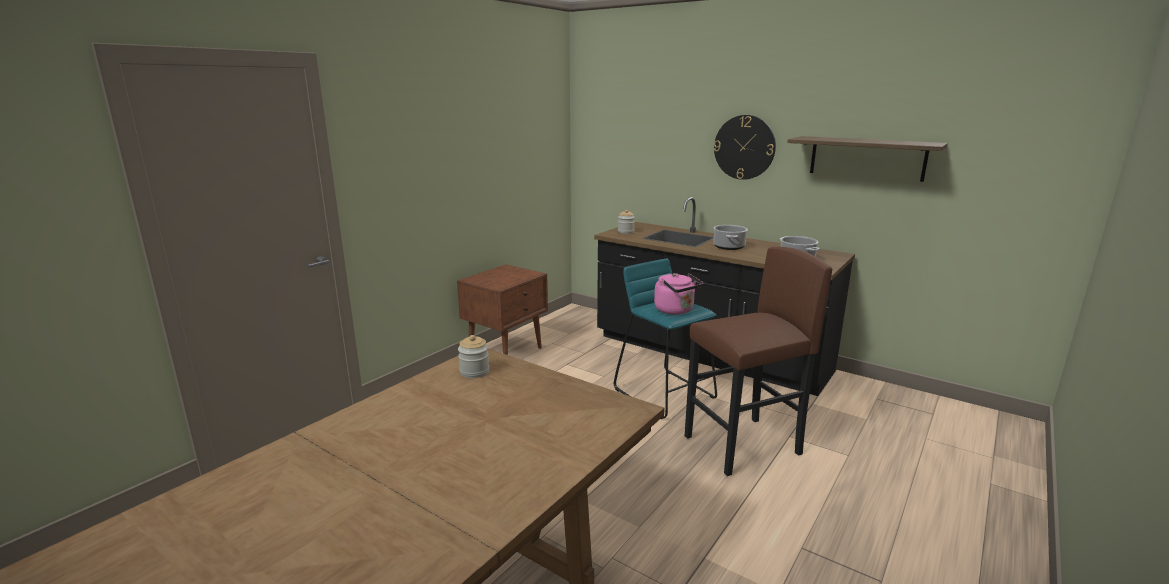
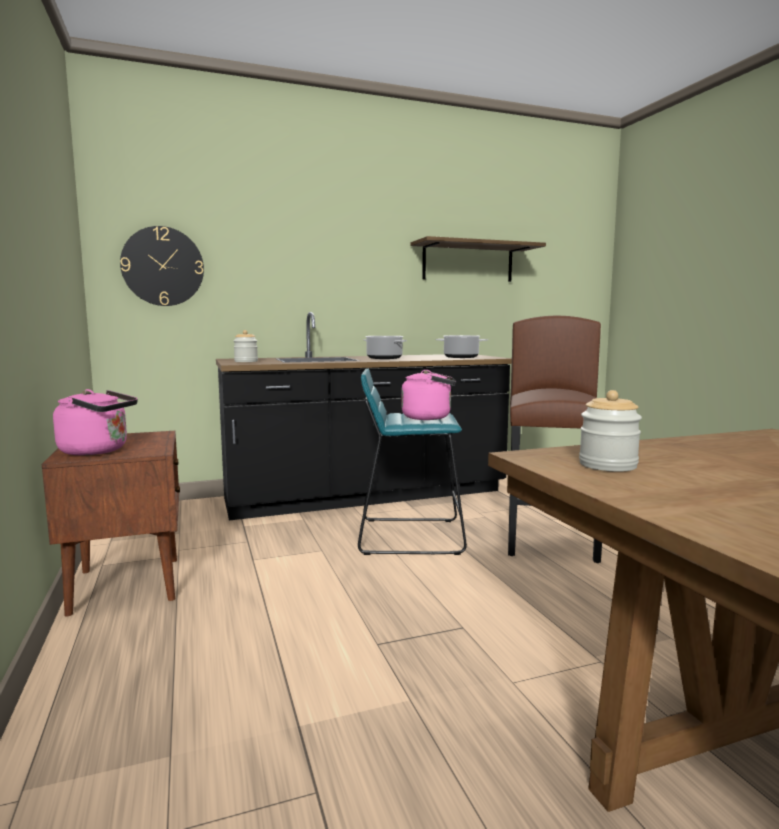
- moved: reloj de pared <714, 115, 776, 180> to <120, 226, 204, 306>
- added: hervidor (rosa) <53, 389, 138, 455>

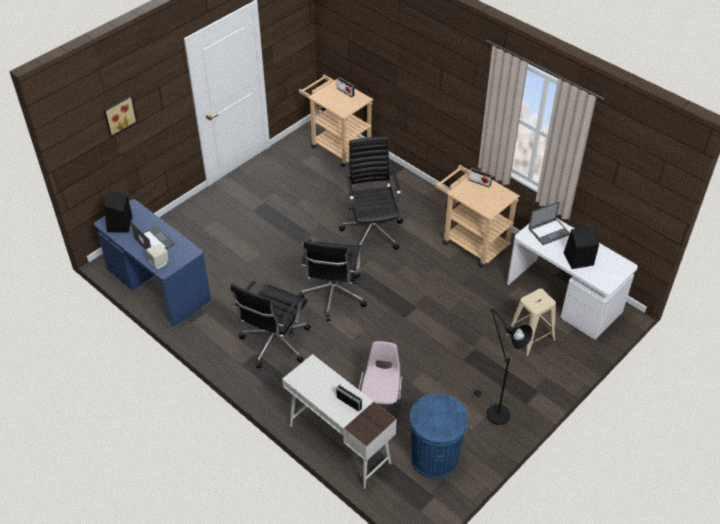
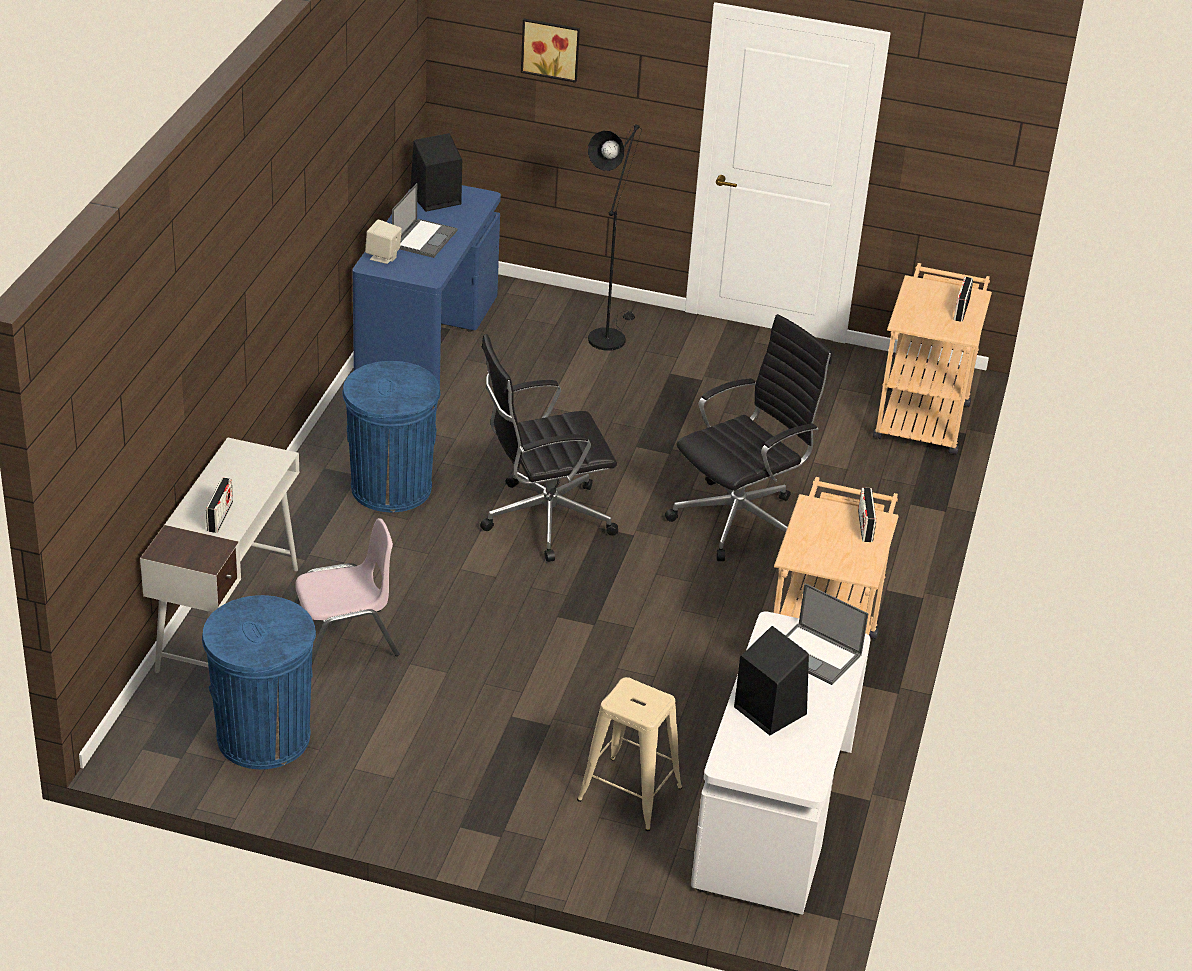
- replaced: silla de oficina (negro) <231, 281, 311, 369> to papelera (azul) <343, 361, 440, 512>
- moved: lámpara de pie (negro) <471, 308, 532, 425> to <588, 124, 642, 351>

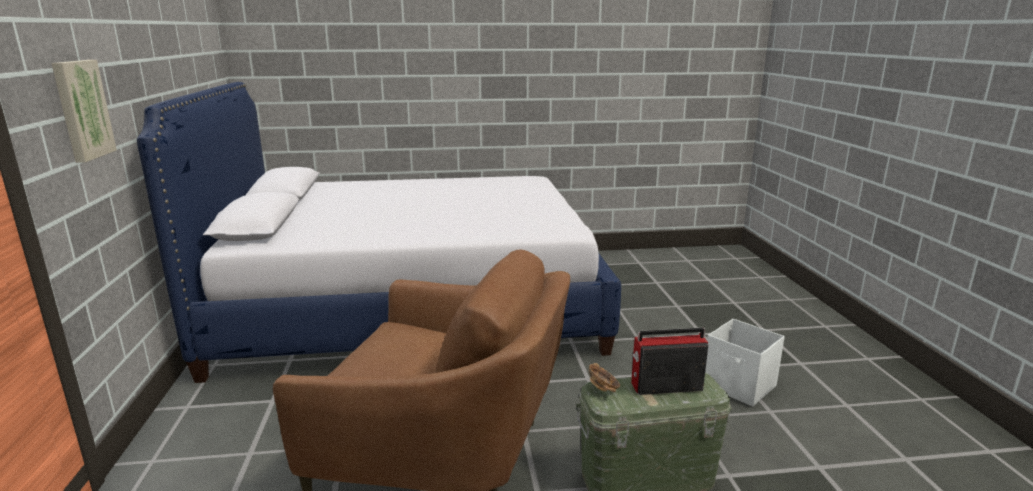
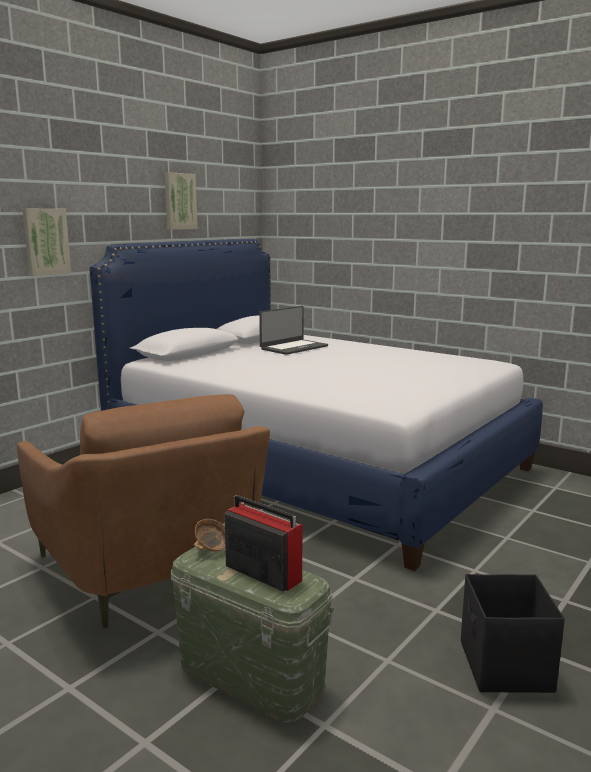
- recoloured: caja de almacenaje (blanco) <705, 319, 785, 407> to caja de almacenaje (negro) <461, 574, 565, 693>
- added: cuadro <164, 172, 197, 230>
- added: portátil <259, 306, 328, 355>

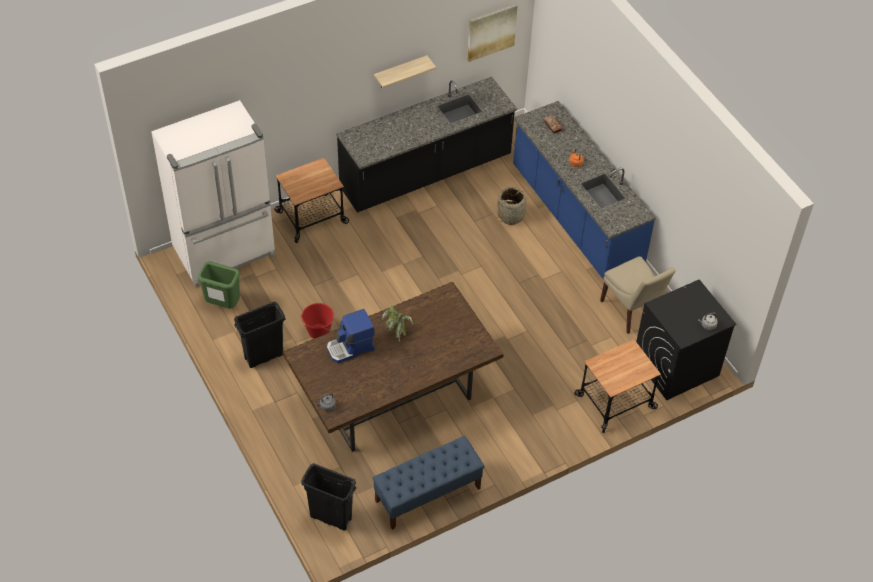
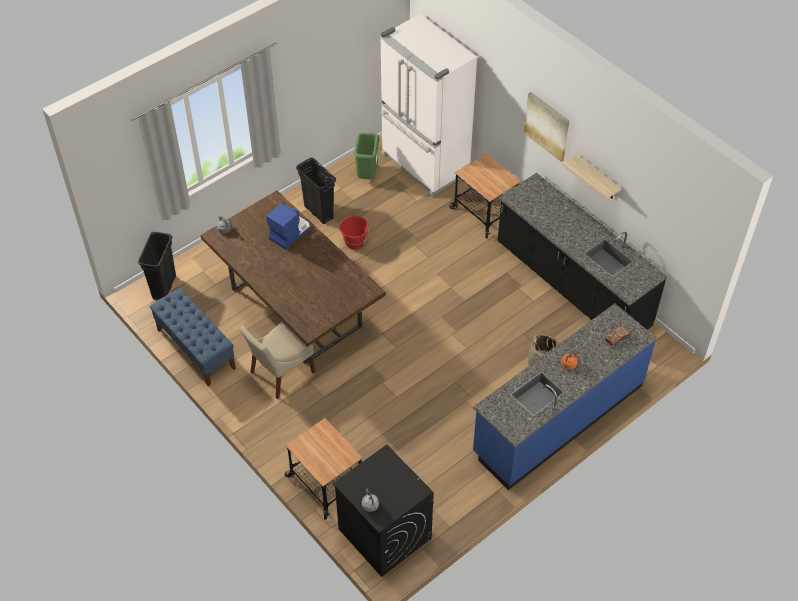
- moved: cuadro <467, 4, 518, 62> to <524, 92, 569, 162>
- moved: silla (beis) <600, 256, 676, 334> to <240, 321, 315, 399>
- removed: planta en maceta <382, 306, 413, 341>
- turned: cafetera <327, 309, 375, 363> = <266, 204, 310, 250> 75 degrees clockwise

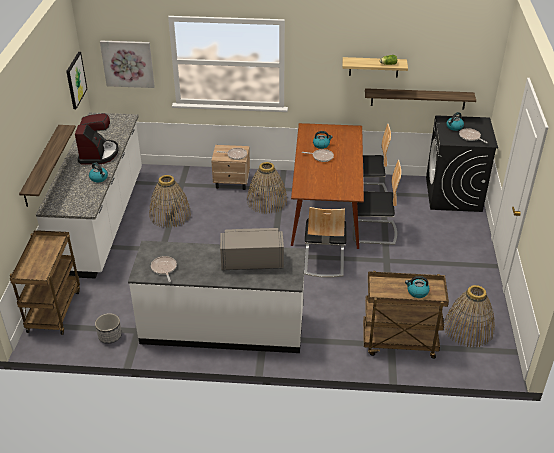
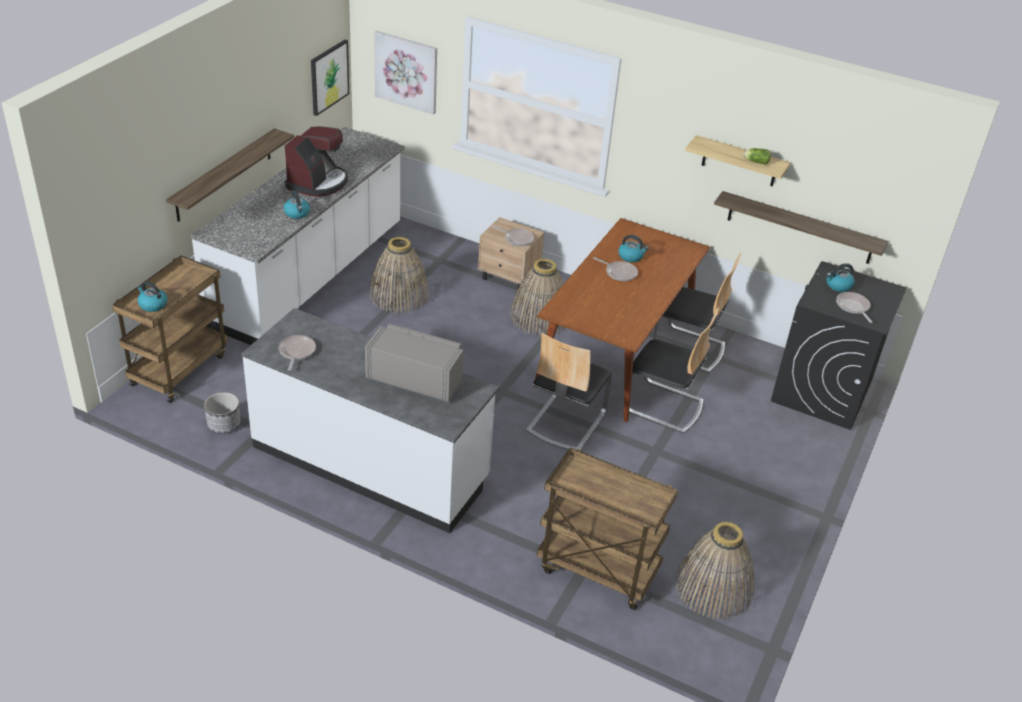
- moved: hervidor <405, 276, 430, 298> to <137, 281, 167, 312>

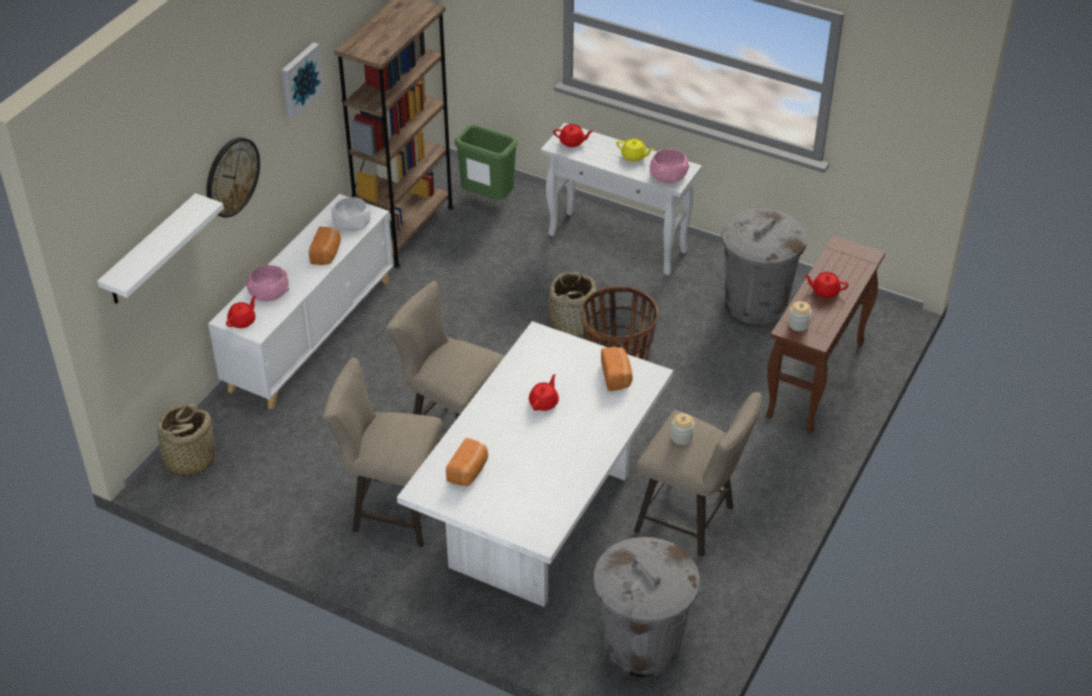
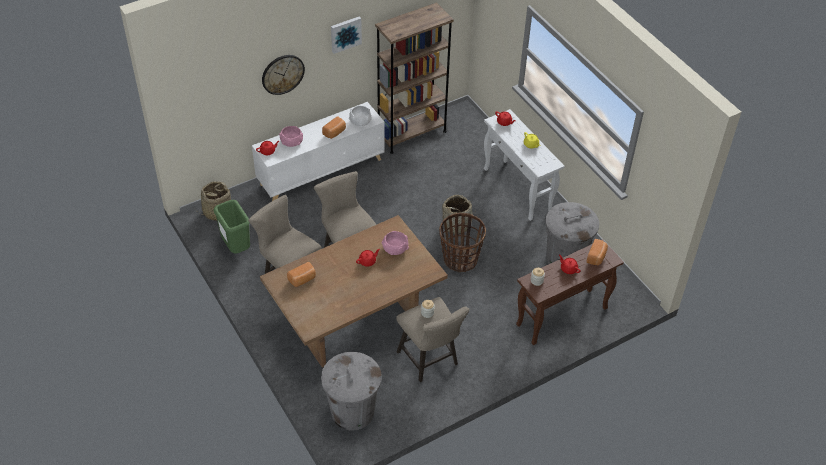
- moved: papelera (verde) <454, 124, 518, 200> to <213, 200, 250, 254>
- moved: cuenco (rosa) <649, 149, 689, 183> to <382, 231, 409, 255>
- removed: estante (blanco) <97, 193, 224, 304>
- recoloured: mesa de comedor (blanco) <397, 321, 673, 607> to mesa de comedor (marrón) <260, 215, 448, 368>
- moved: pan <601, 347, 633, 391> to <586, 239, 608, 265>

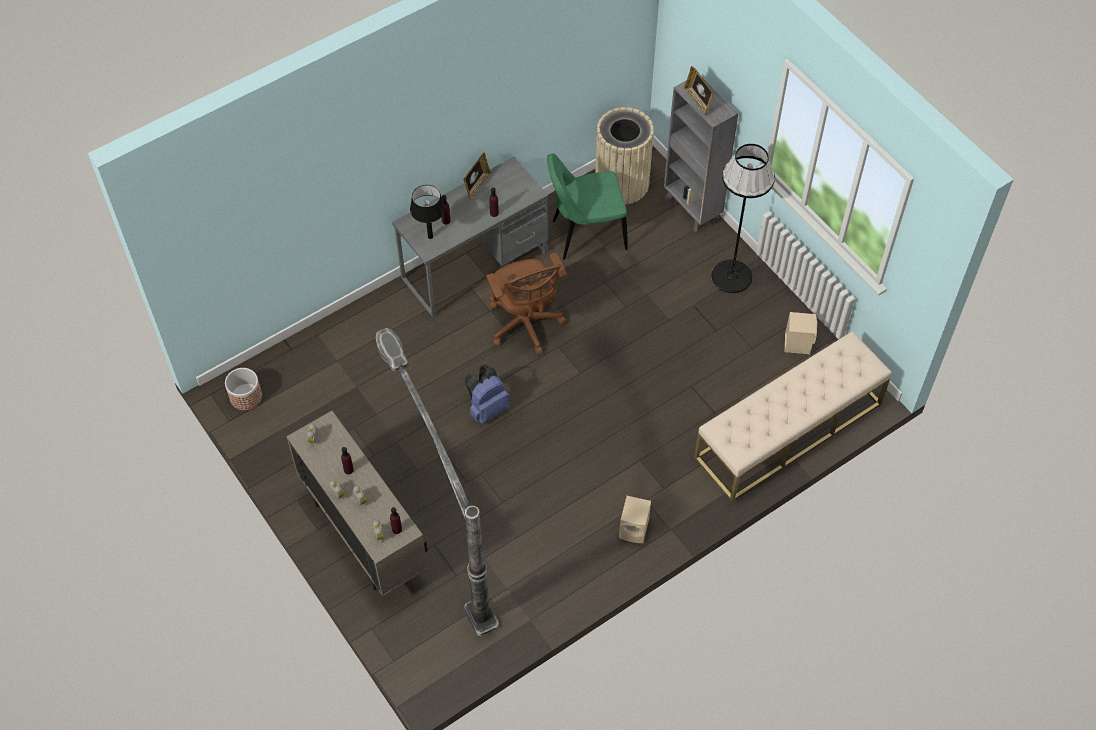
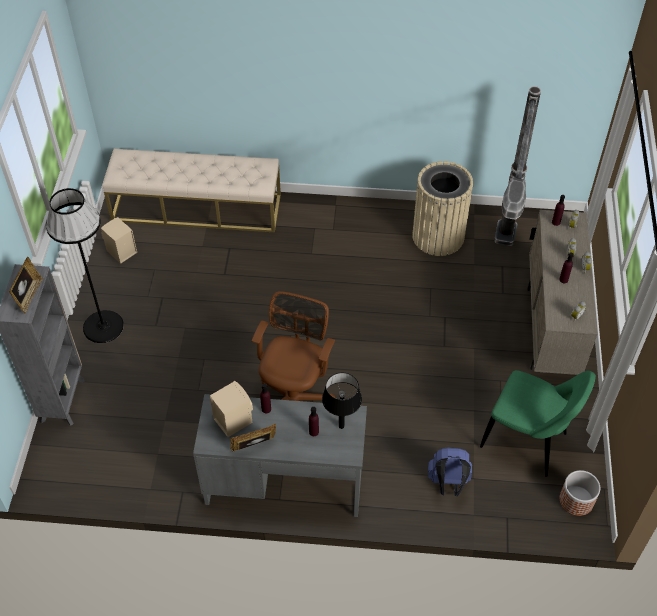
- moved: papelera (beis) <595, 107, 654, 205> to <412, 161, 473, 256>
- moved: silla (verde) <547, 154, 628, 260> to <480, 370, 596, 477>
- moved: mochila (azul) <465, 365, 511, 424> to <428, 448, 472, 496>
- moved: altavoz (beis) <619, 496, 651, 543> to <210, 381, 253, 437>

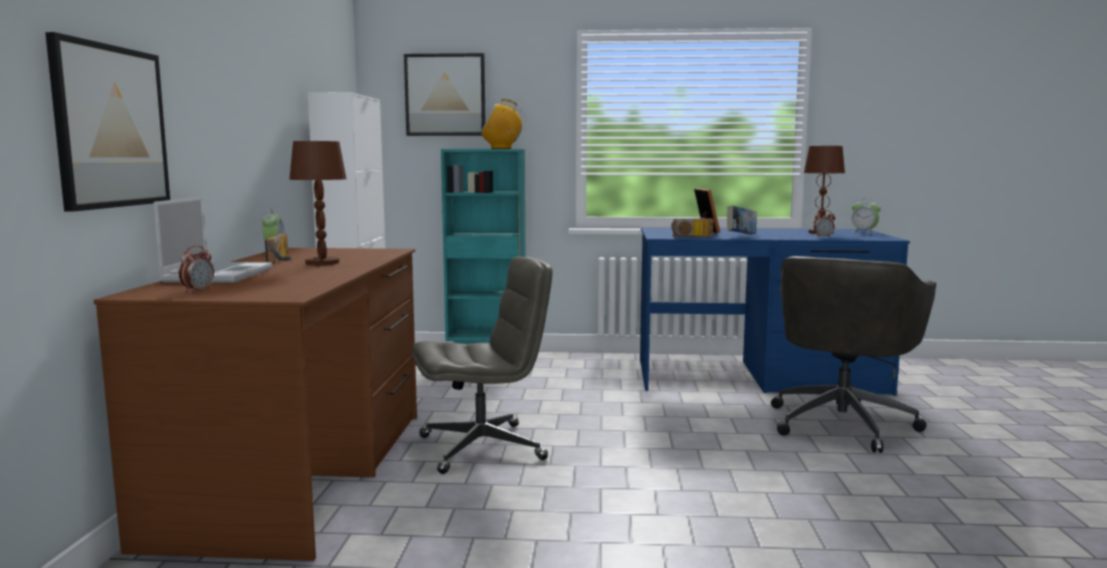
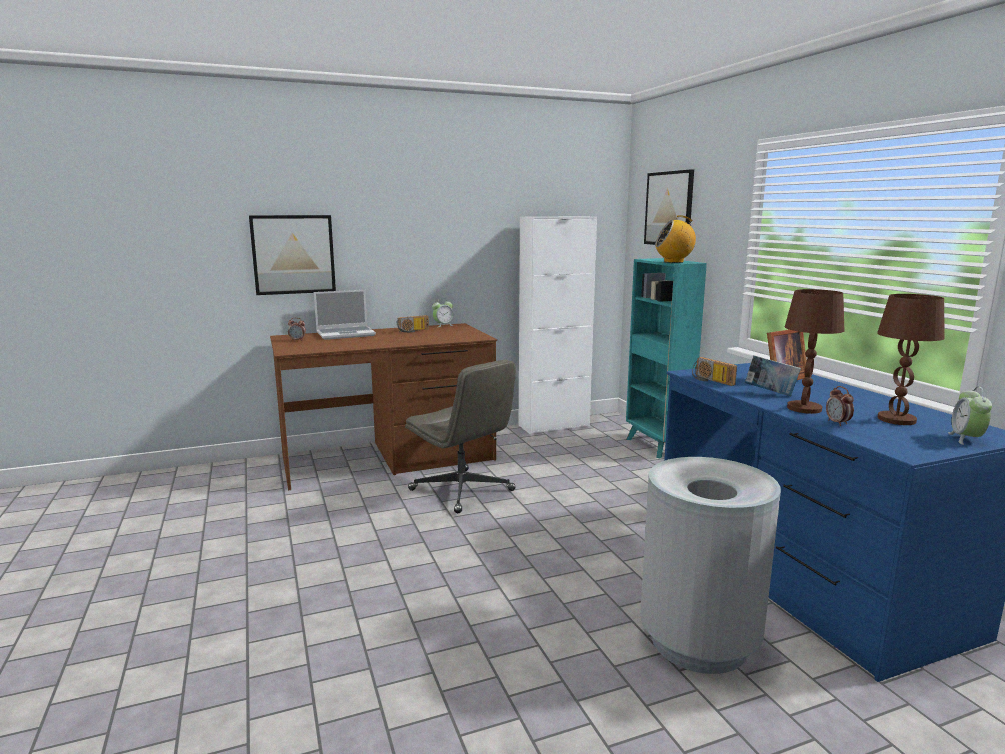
- turned: radio <481, 99, 522, 149> = <655, 215, 696, 263> 60 degrees counterclockwise
- moved: lámpara de mesa (marrón) <289, 141, 347, 265> to <785, 289, 845, 414>
- replaced: silla de oficina (gris) <771, 256, 936, 453> to papelera (gris) <640, 457, 781, 674>

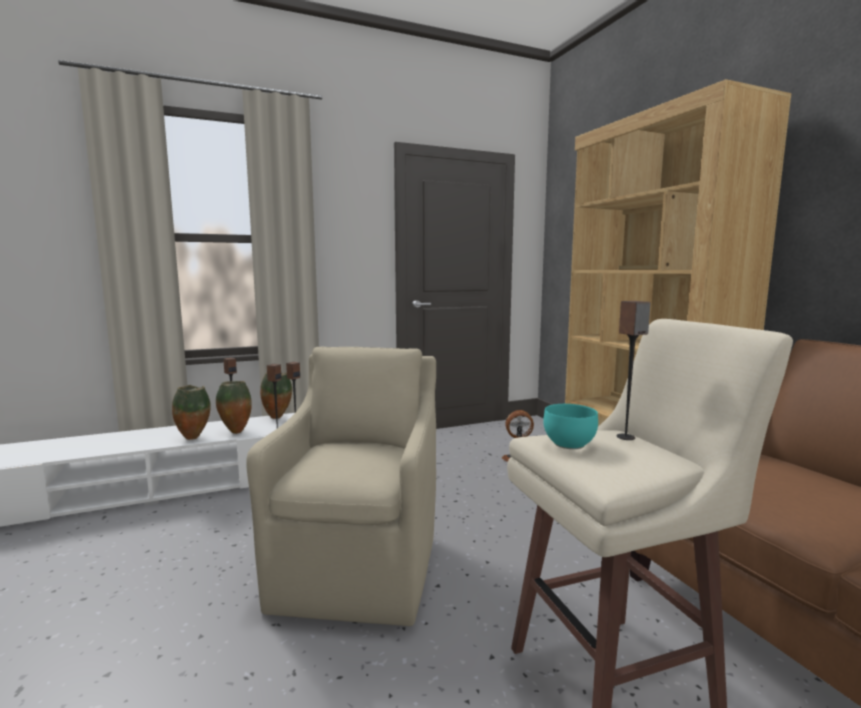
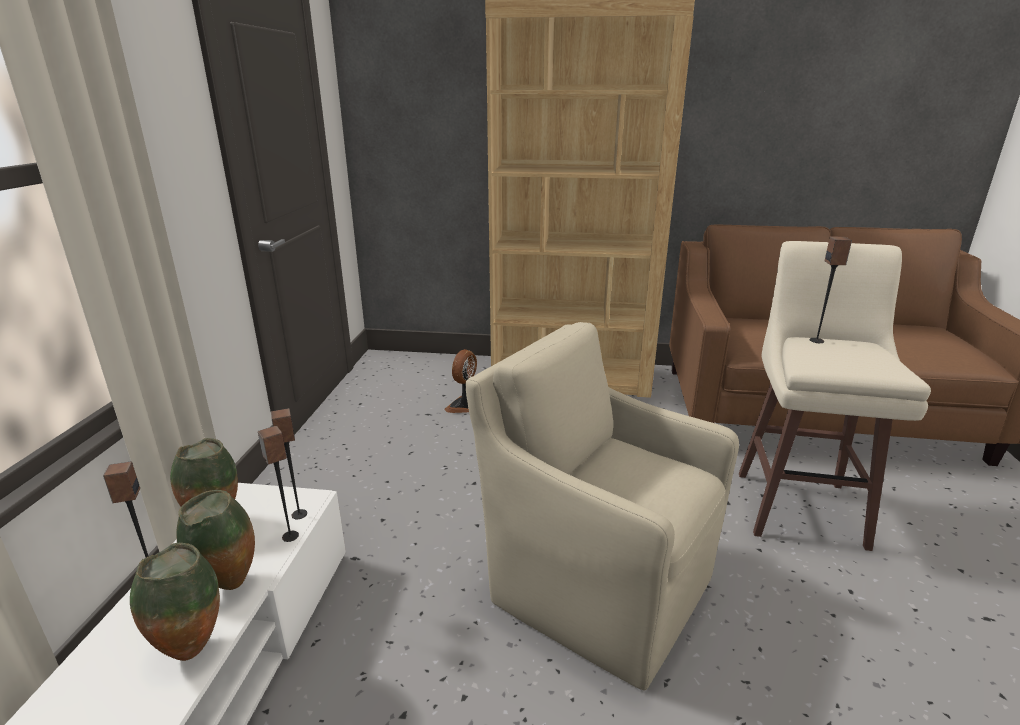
- removed: cuenco (turquesa) <543, 404, 598, 449>

